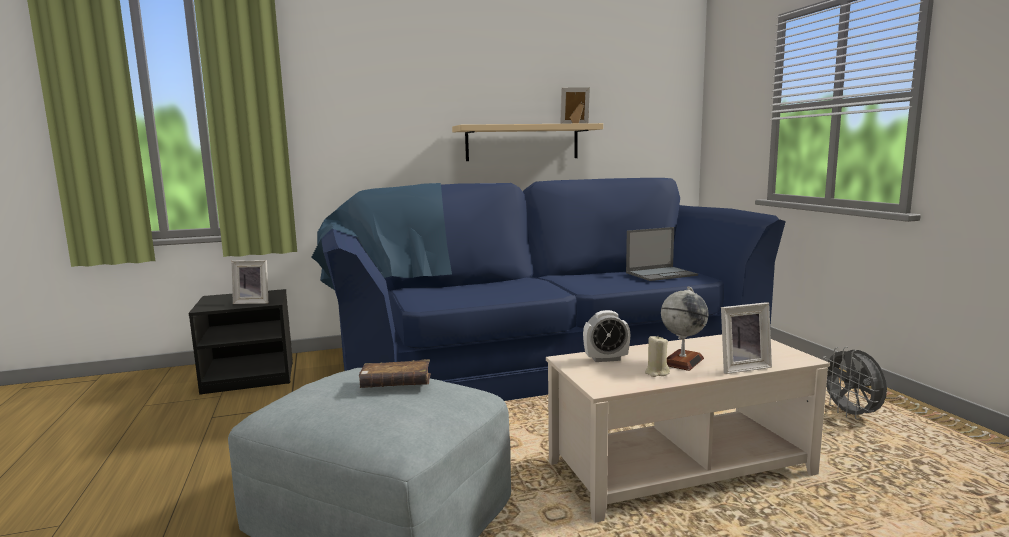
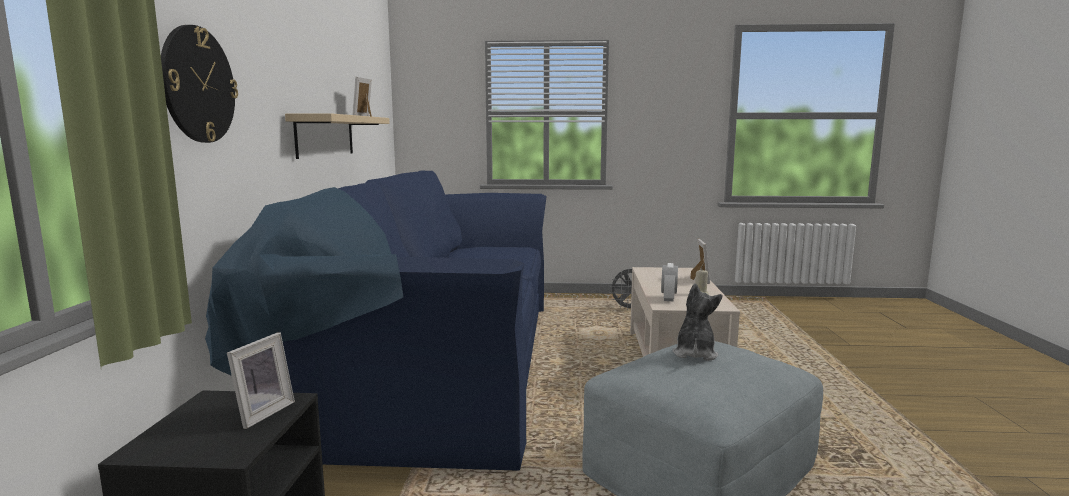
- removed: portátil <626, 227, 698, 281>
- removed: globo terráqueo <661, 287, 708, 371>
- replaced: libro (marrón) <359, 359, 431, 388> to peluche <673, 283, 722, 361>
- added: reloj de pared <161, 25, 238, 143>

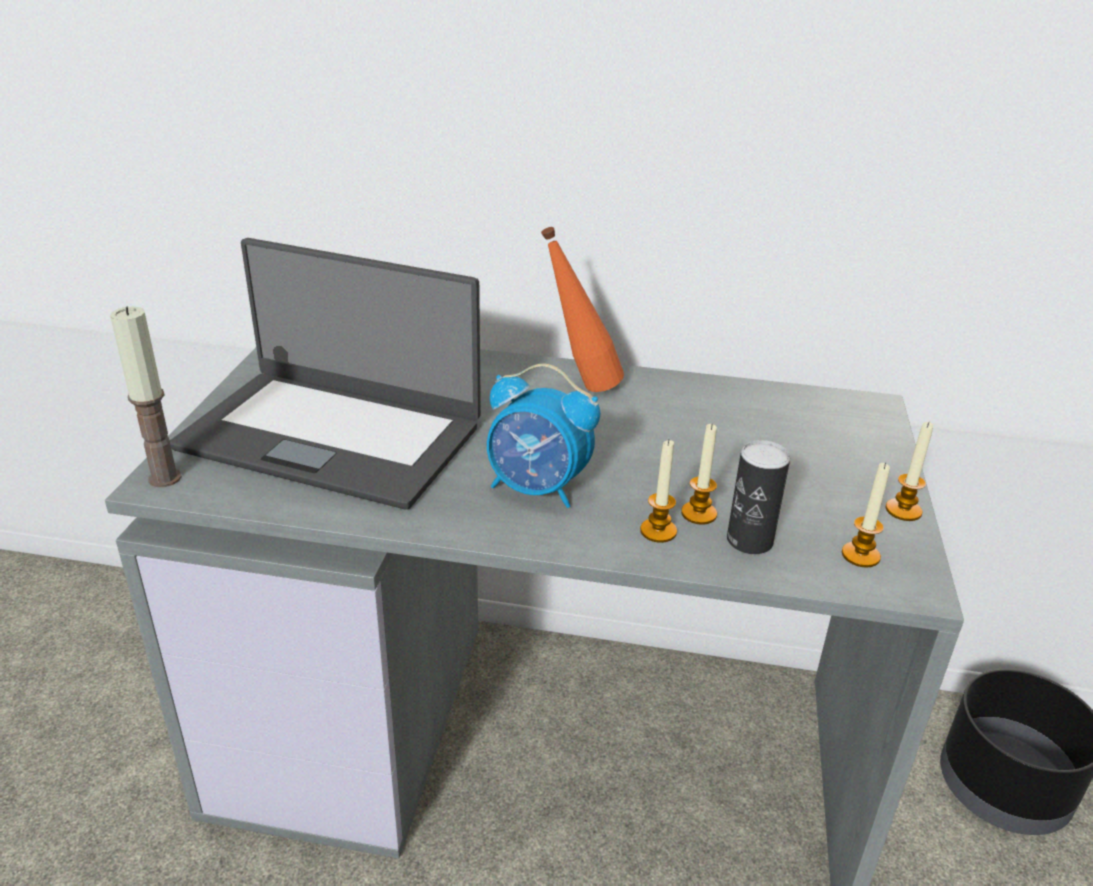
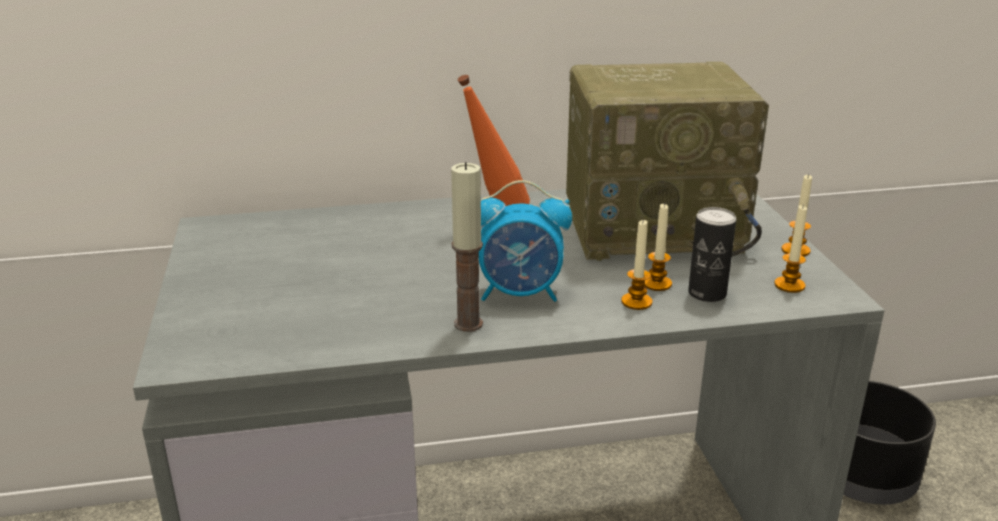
- removed: portátil <170, 238, 481, 510>
- moved: vela <110, 307, 182, 487> to <451, 162, 483, 332>
- added: radio <566, 62, 769, 261>

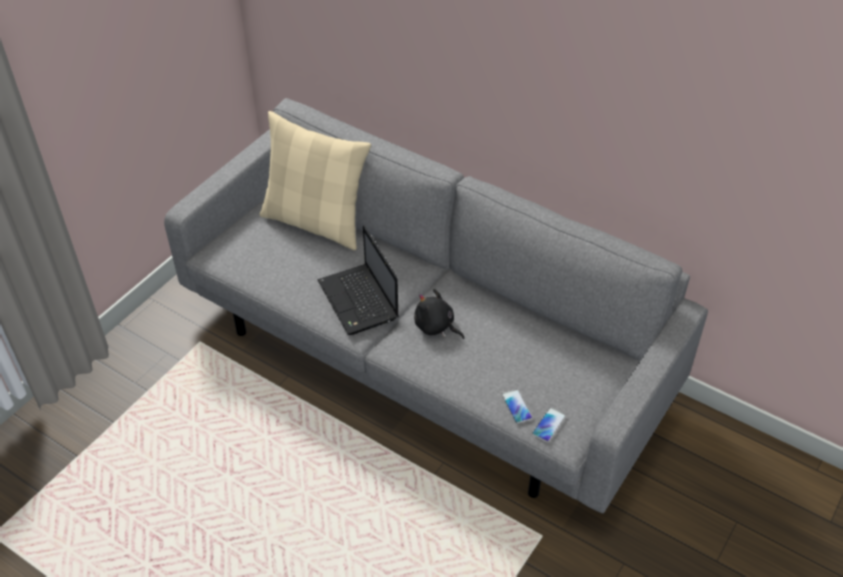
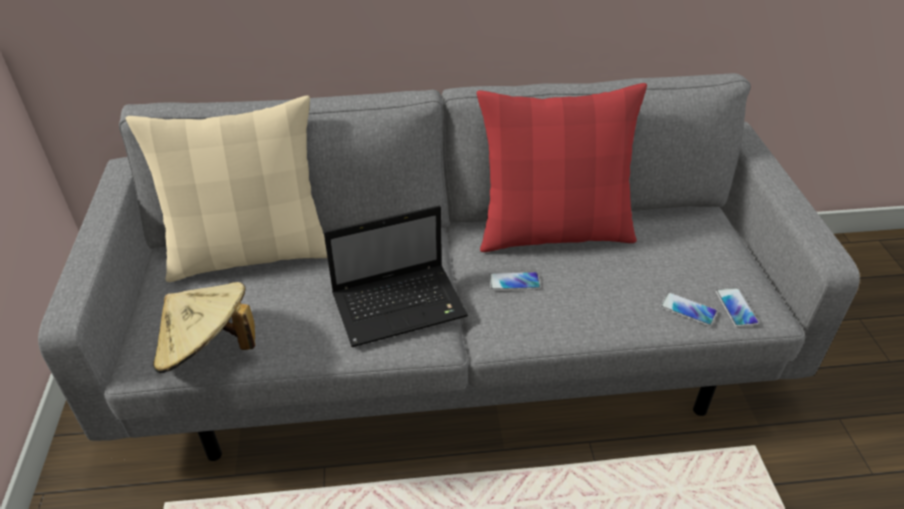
- turned: portátil <317, 225, 399, 335> = <324, 205, 468, 347> 45 degrees counterclockwise
- replaced: peluche (negro) <414, 289, 464, 339> to móvil <489, 272, 540, 291>
- added: cojín (rojo) <477, 83, 647, 252>
- added: sombrero (beis) <153, 282, 255, 373>

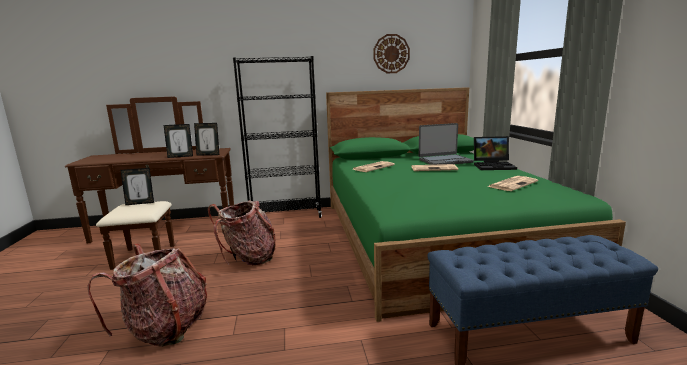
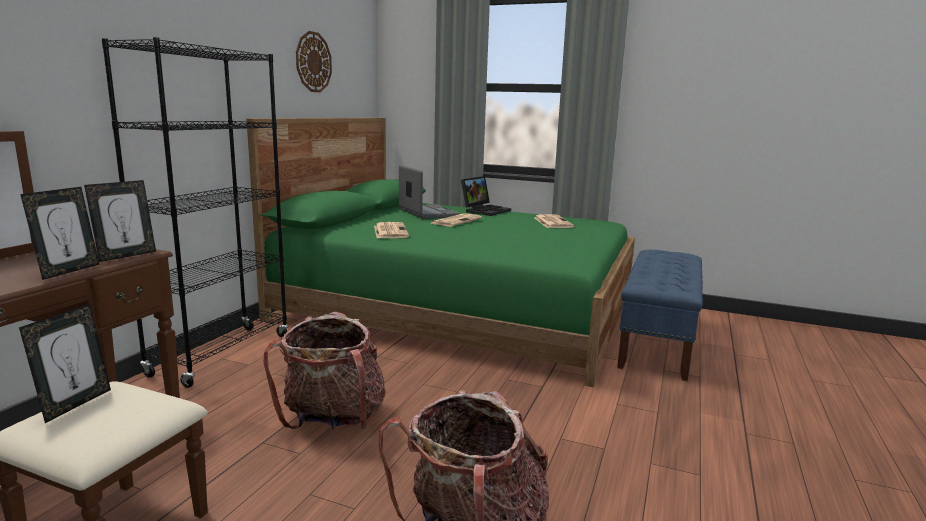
- turned: portátil <419, 123, 474, 165> = <399, 165, 461, 219> 45 degrees counterclockwise

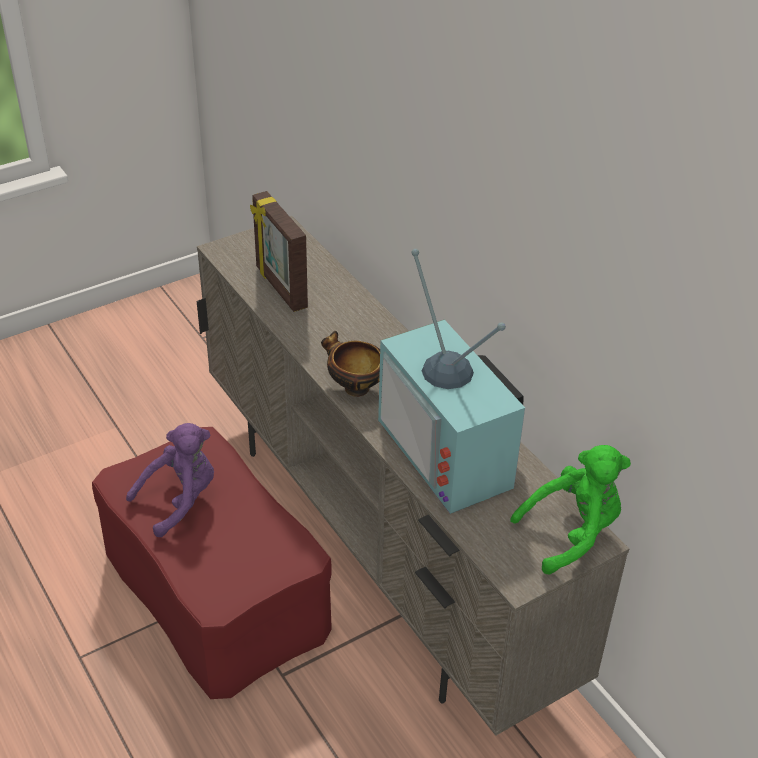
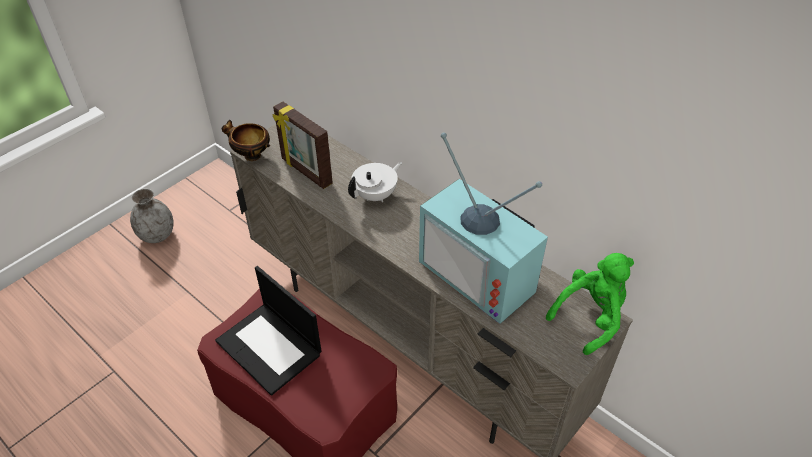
- moved: cuenco <321, 331, 380, 397> to <221, 120, 270, 161>
- replaced: peluche (morado) <126, 423, 214, 537> to portátil <215, 266, 322, 396>
- added: tetera (blanco) <348, 162, 402, 202>
- added: florero (gris) <130, 189, 173, 243>

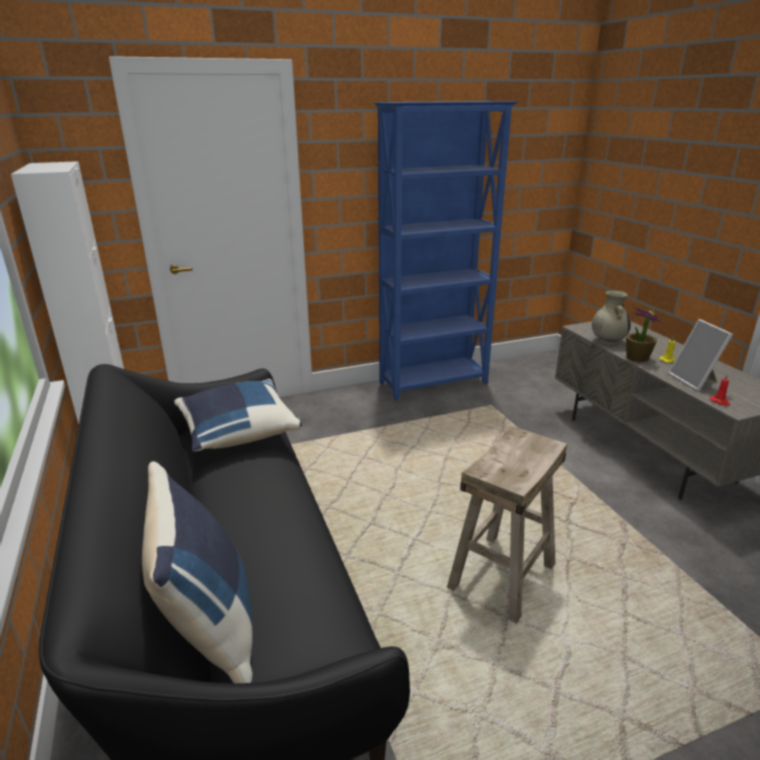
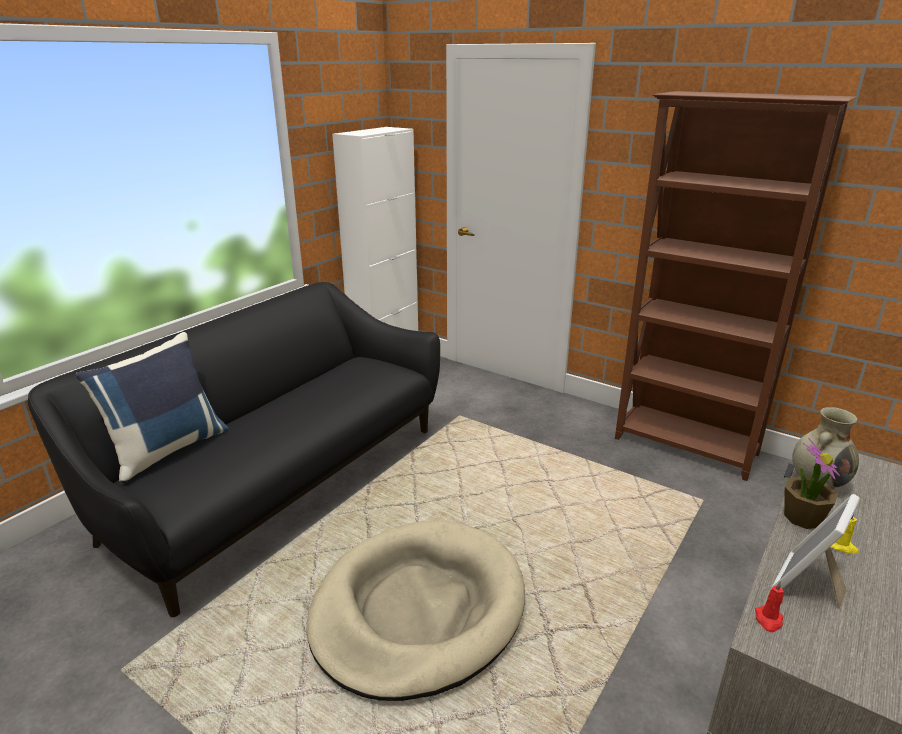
- recoloured: estantería (azul) <374, 101, 518, 401> to estantería (marrón) <615, 91, 856, 481>
- removed: cojín (azul) <174, 378, 303, 452>
- replaced: taburete (beis) <447, 426, 567, 624> to cama para perro (beis) <306, 520, 525, 701>

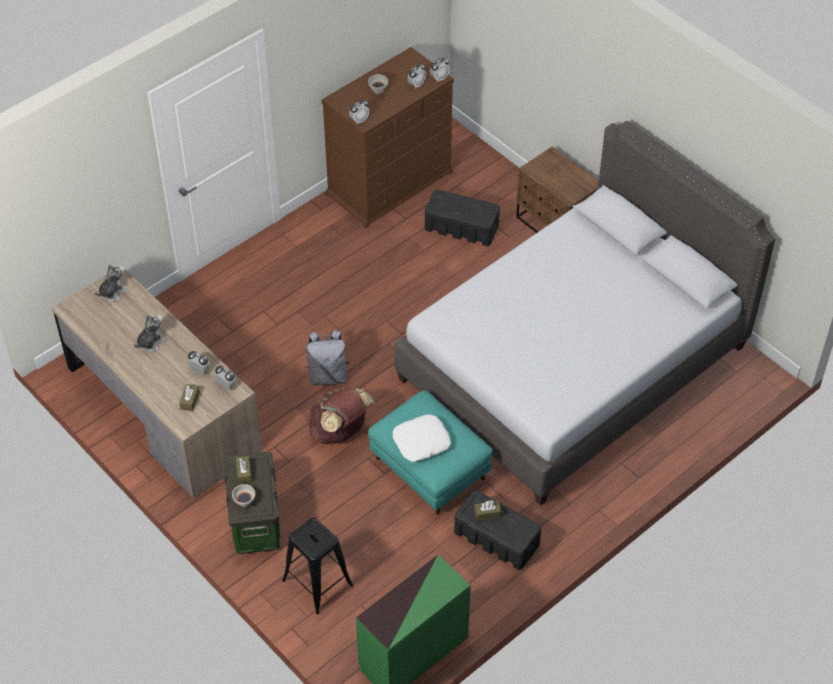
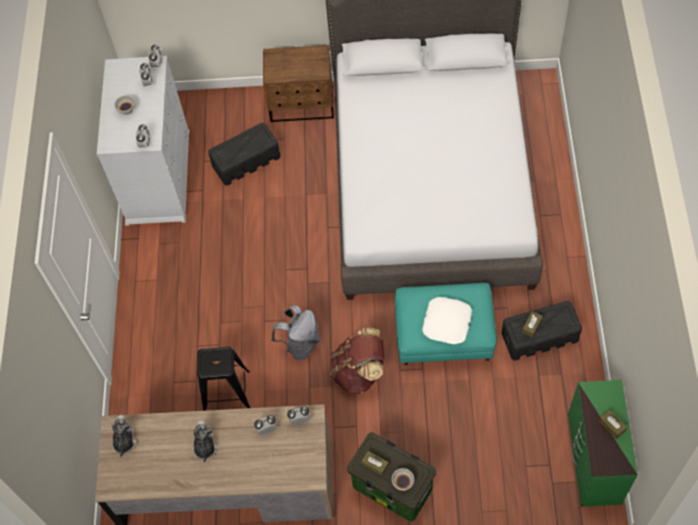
- recoloured: cómoda (marrón) <322, 47, 454, 228> to cómoda (blanco) <97, 56, 189, 226>
- moved: caja de pañuelos (marrón) <179, 384, 200, 411> to <599, 410, 627, 439>
- moved: taburete (negro) <282, 518, 353, 614> to <197, 347, 250, 411>

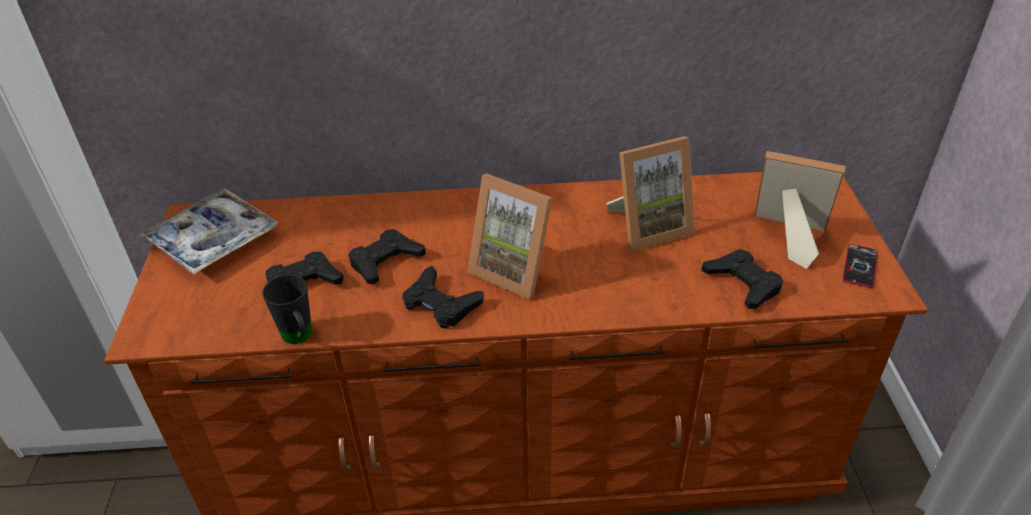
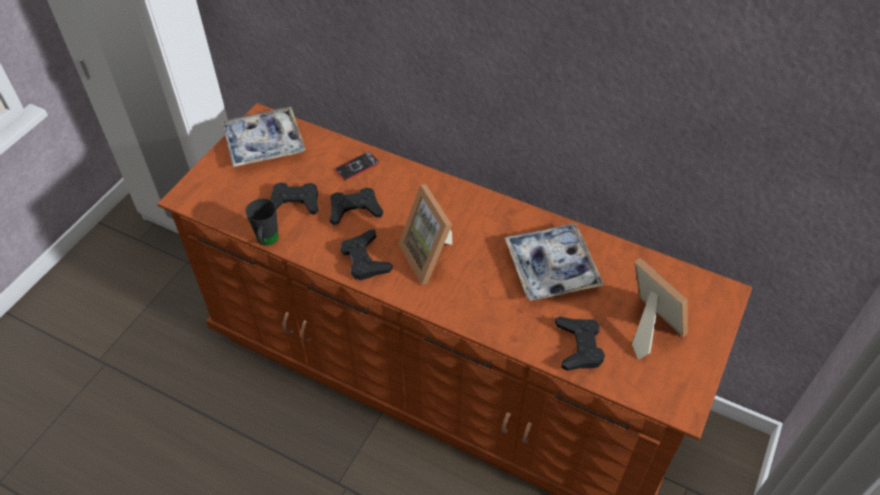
- replaced: portarretratos <606, 136, 695, 251> to bandeja <505, 224, 604, 301>
- moved: móvil <842, 244, 878, 288> to <335, 152, 380, 180>

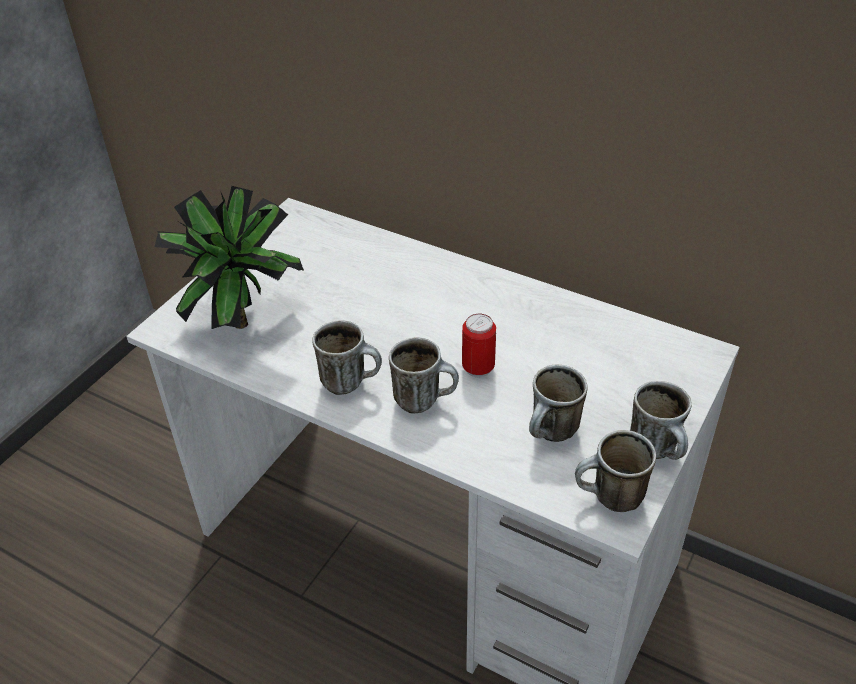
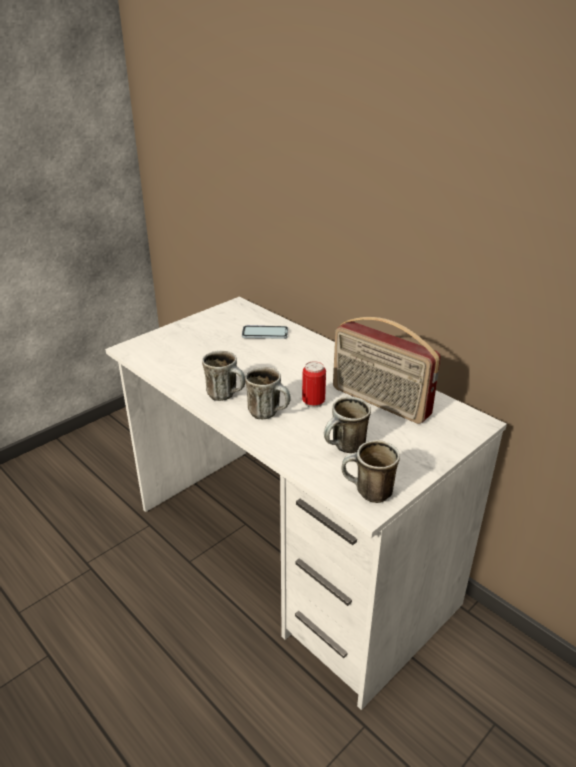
- removed: planta en maceta <155, 186, 304, 329>
- removed: taza grande <630, 381, 692, 460>
- added: radio <333, 317, 441, 424>
- added: móvil <242, 325, 288, 339>

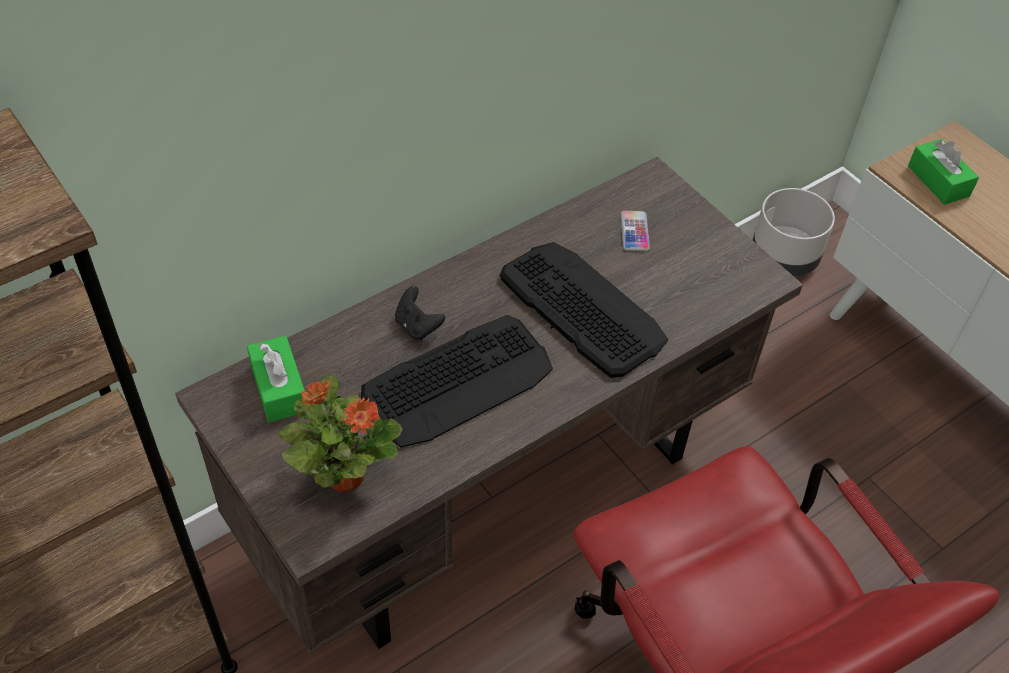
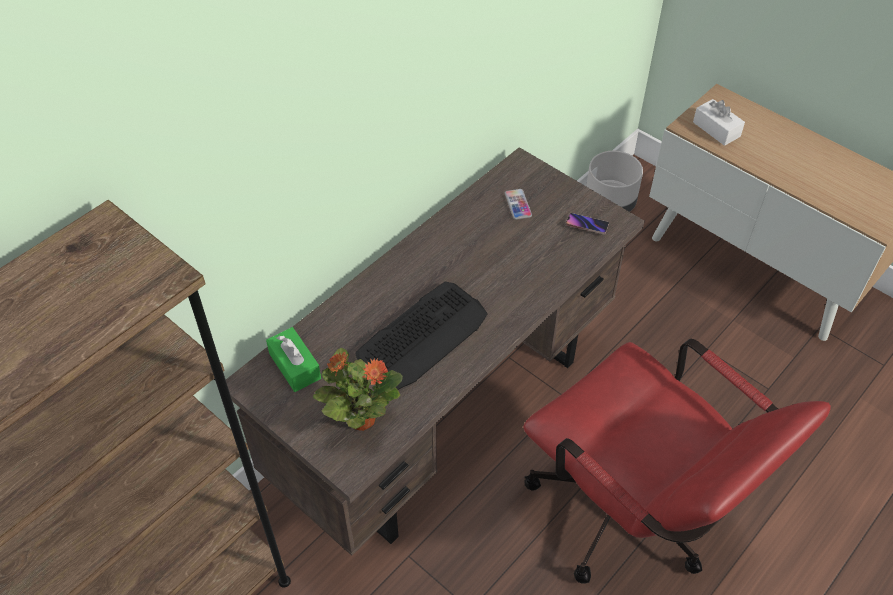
- recoloured: caja de pañuelos (verde) <908, 139, 979, 205> to caja de pañuelos (blanco) <693, 99, 745, 146>
- removed: teclado <500, 242, 668, 378>
- removed: mando de consola (negro) <395, 286, 445, 340>
- added: móvil <566, 213, 609, 234>

